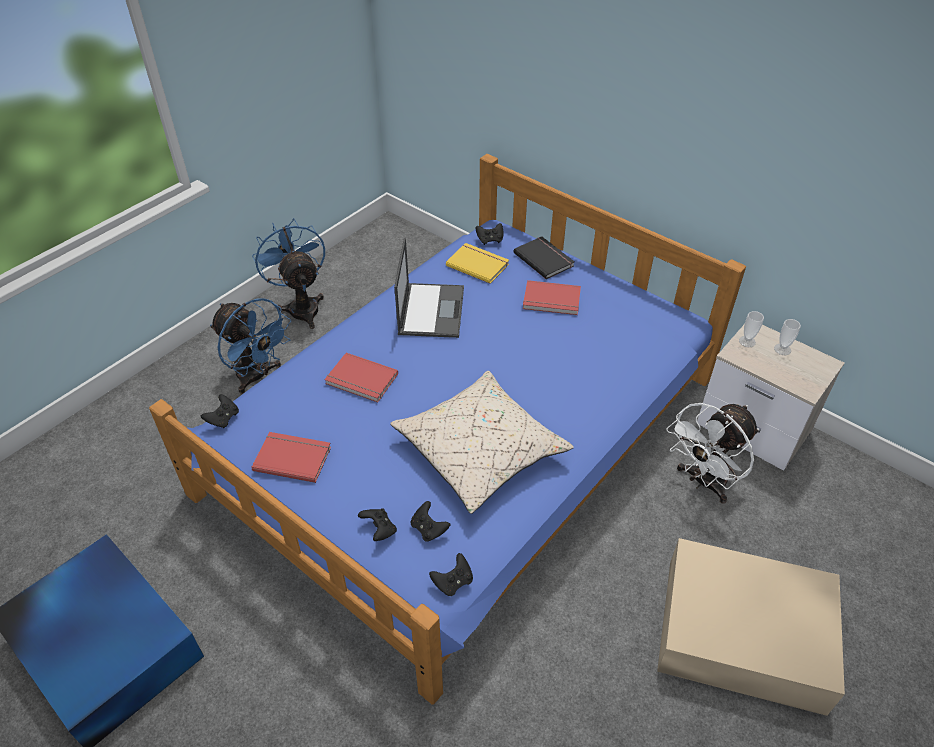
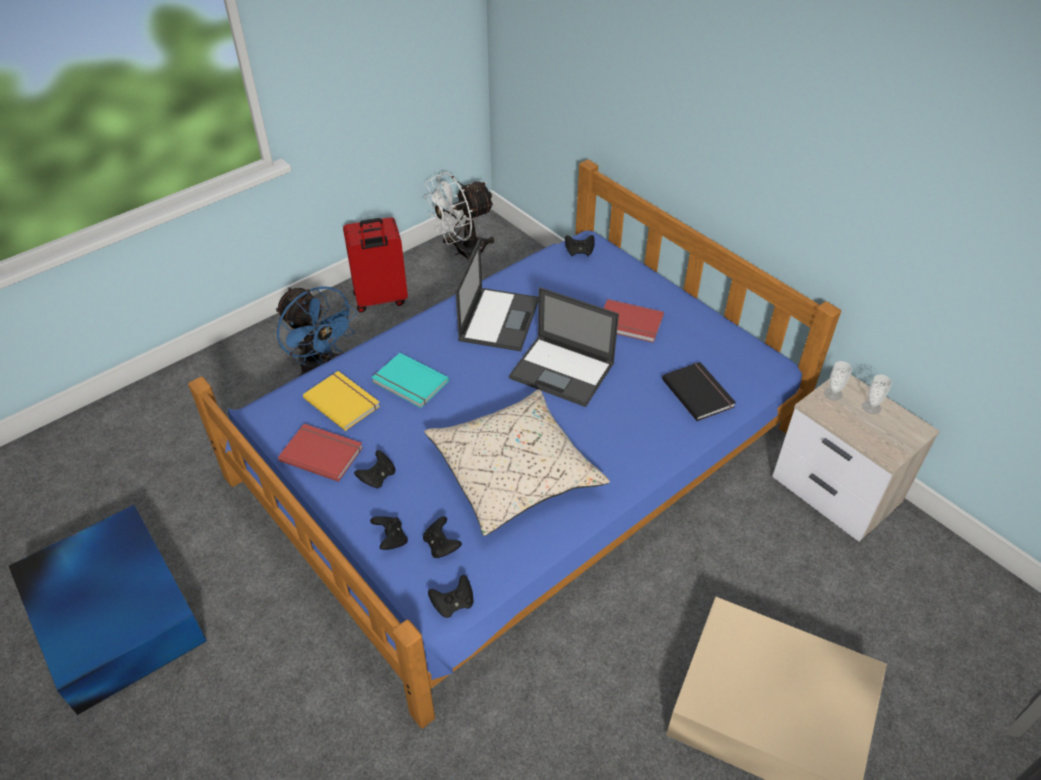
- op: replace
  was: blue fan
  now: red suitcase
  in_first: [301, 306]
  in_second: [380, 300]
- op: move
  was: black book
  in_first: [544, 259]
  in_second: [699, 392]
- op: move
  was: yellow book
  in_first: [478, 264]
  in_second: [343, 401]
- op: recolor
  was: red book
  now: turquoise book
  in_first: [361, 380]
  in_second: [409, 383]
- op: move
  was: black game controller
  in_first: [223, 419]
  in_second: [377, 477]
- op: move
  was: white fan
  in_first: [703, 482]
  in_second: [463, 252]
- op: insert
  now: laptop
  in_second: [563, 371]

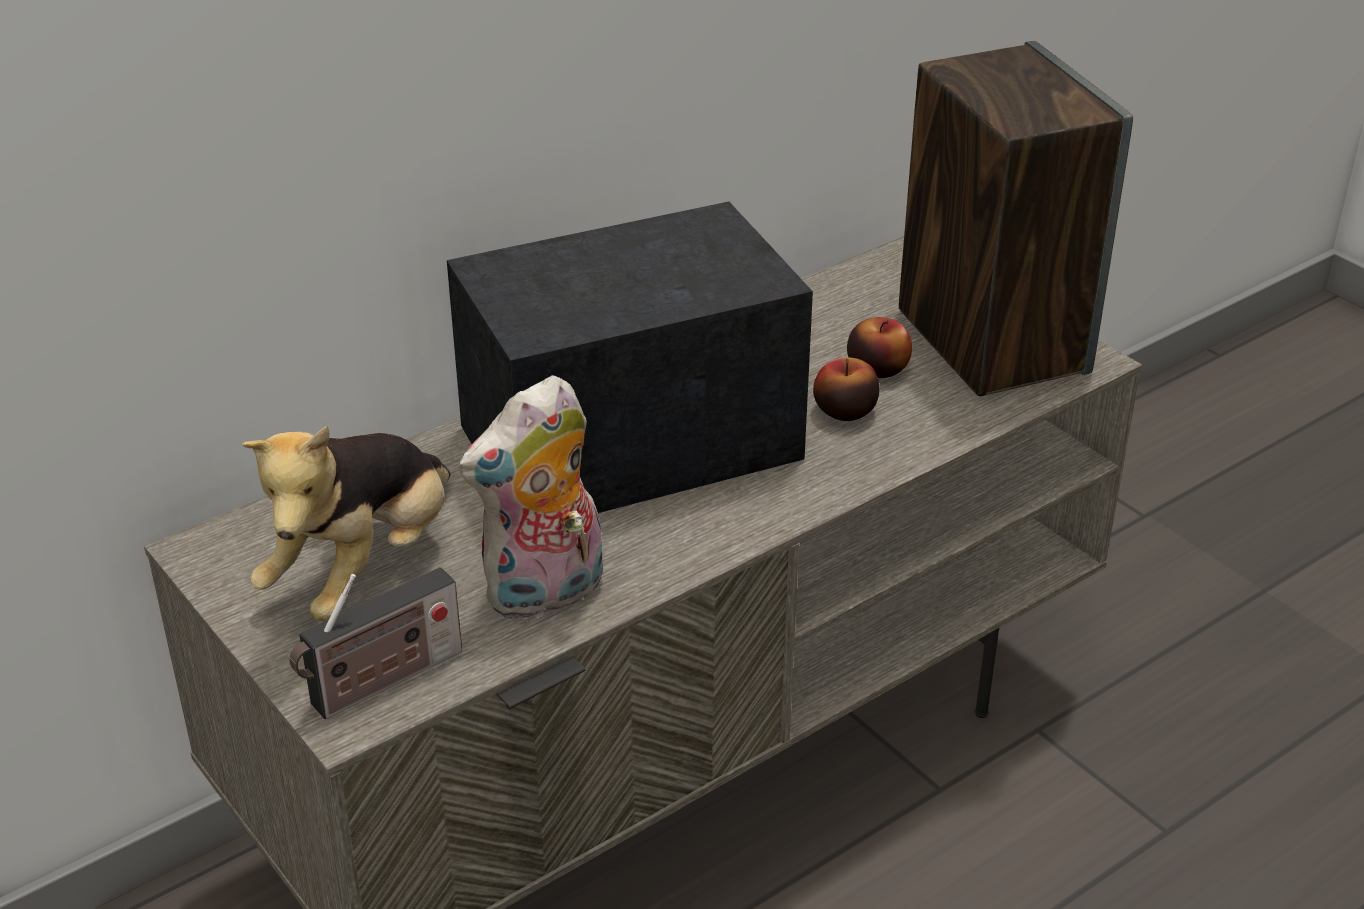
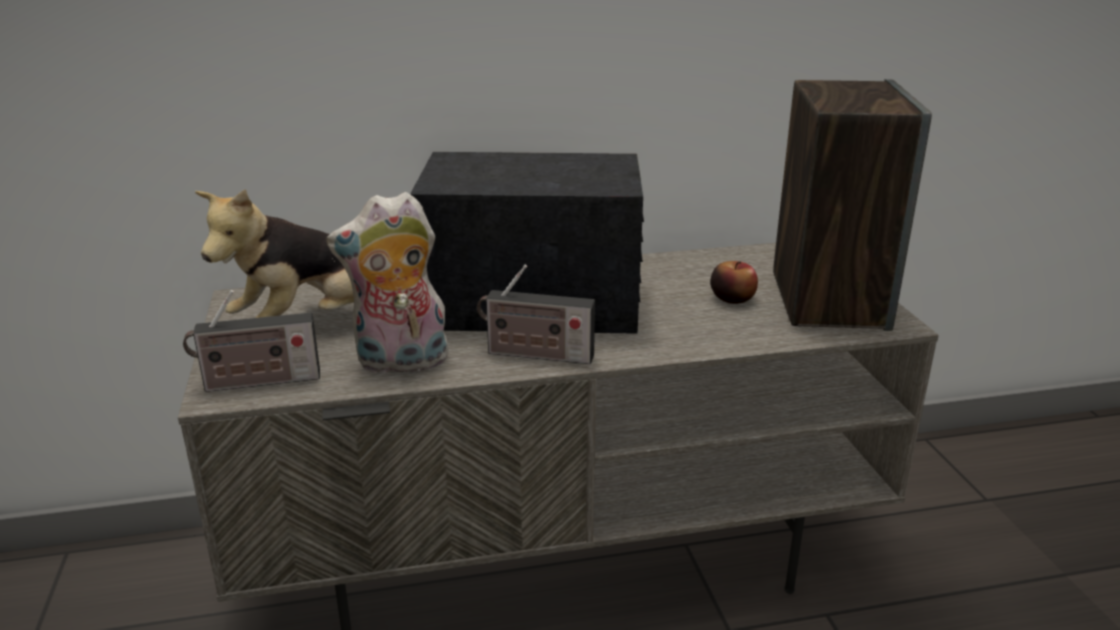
- op: delete
  was: apple
  in_first: [844, 411]
- op: insert
  now: radio
  in_second: [535, 355]

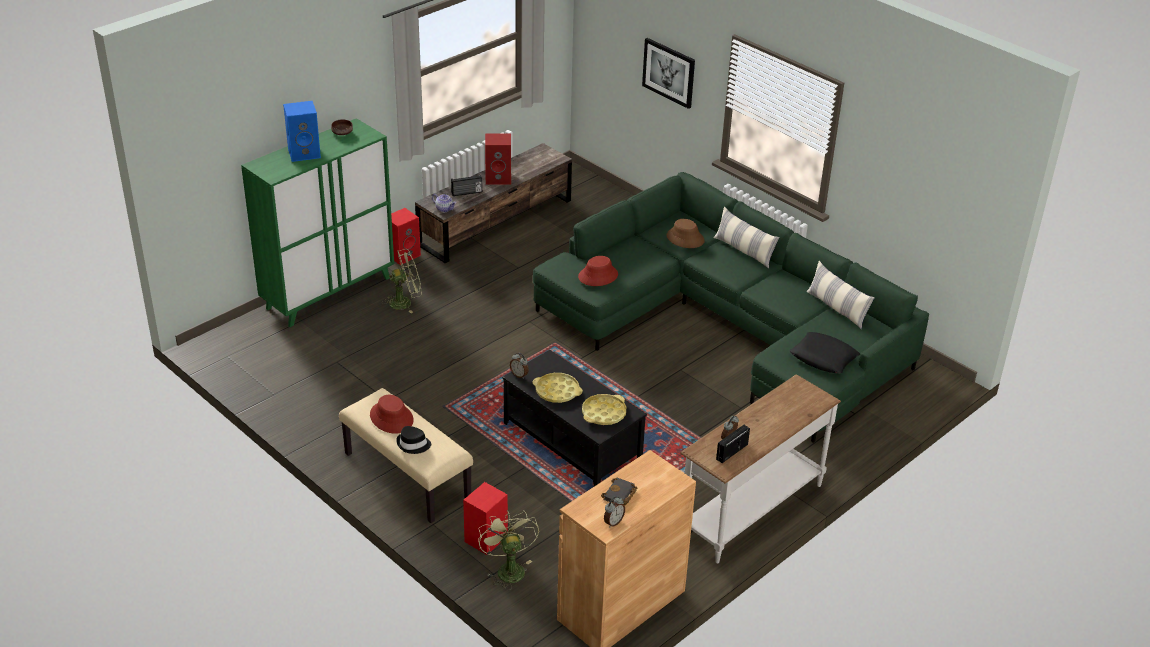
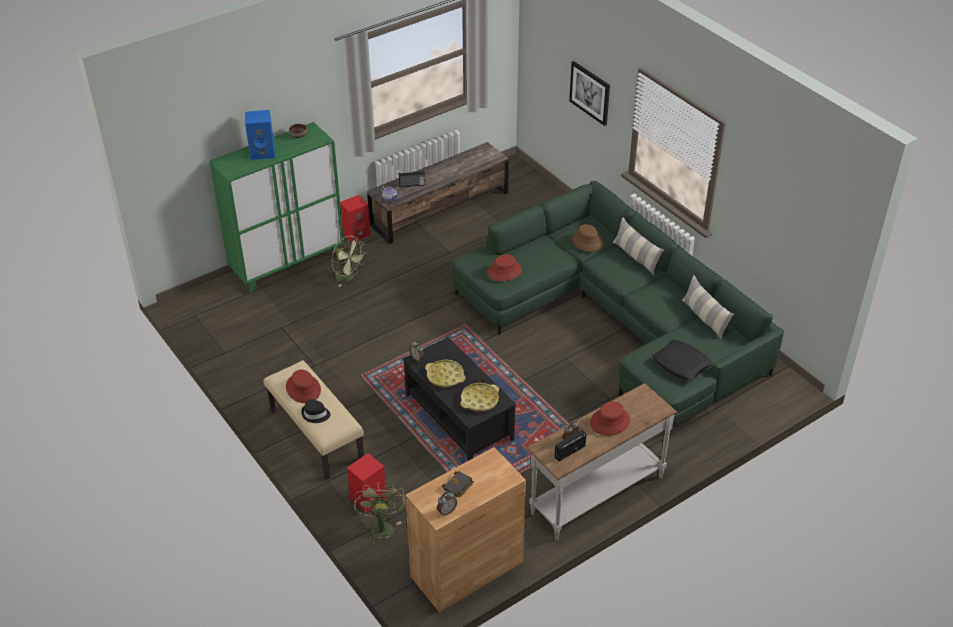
- op: delete
  was: red speaker
  in_first: [499, 178]
- op: rotate
  was: green fan
  in_first: [405, 302]
  in_second: [348, 277]
  clockwise: 45
- op: insert
  now: red hat
  in_second: [609, 421]

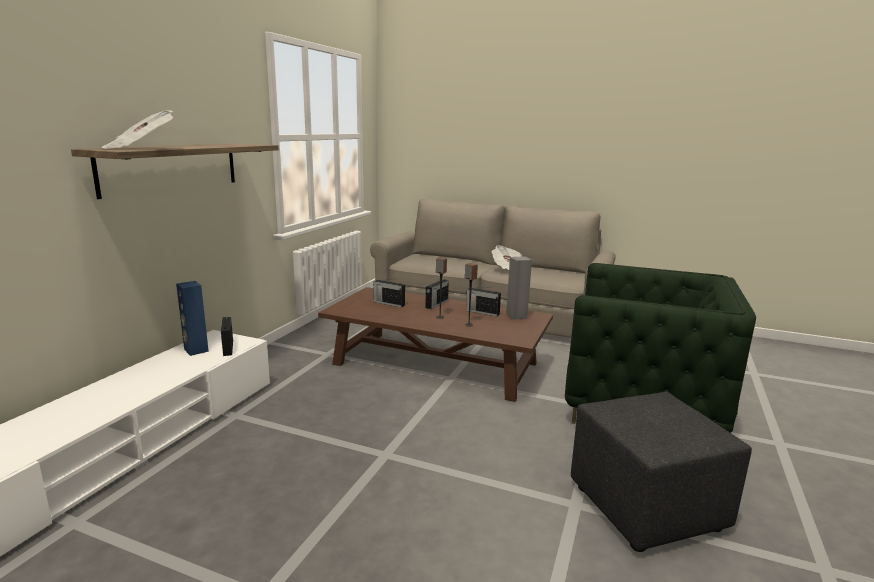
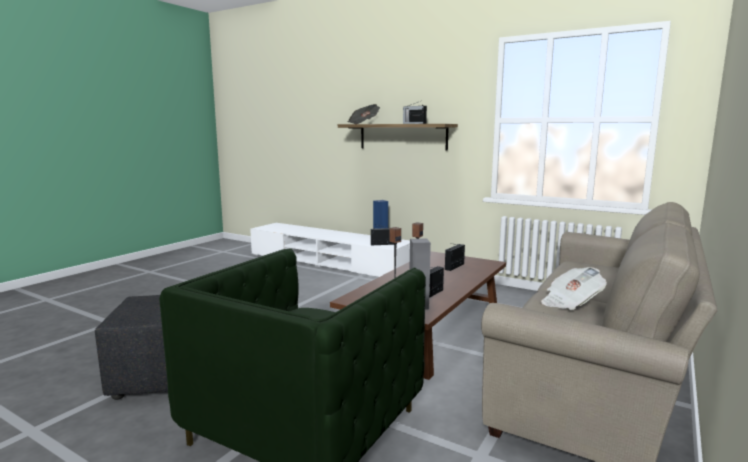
- op: move
  was: radio
  in_first: [436, 304]
  in_second: [414, 123]

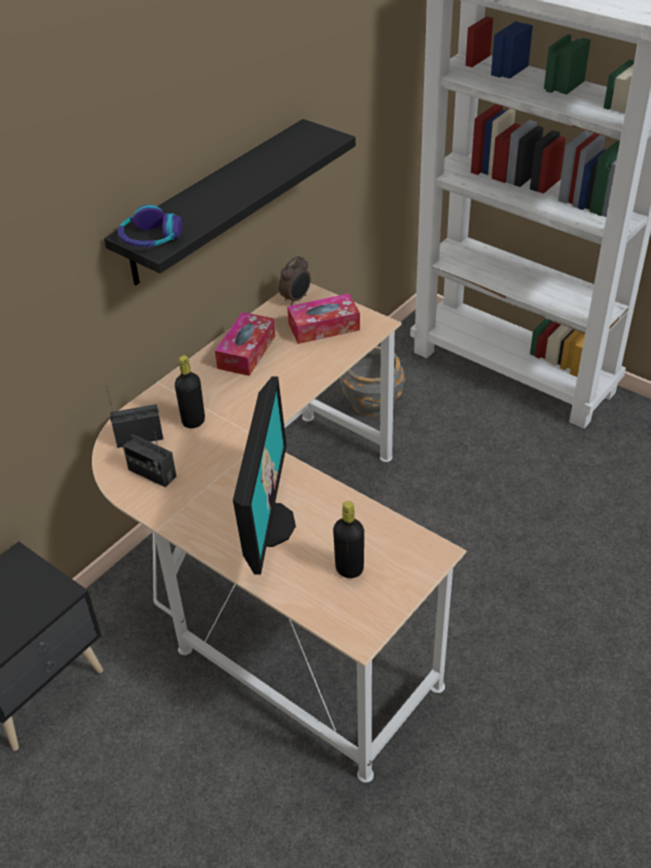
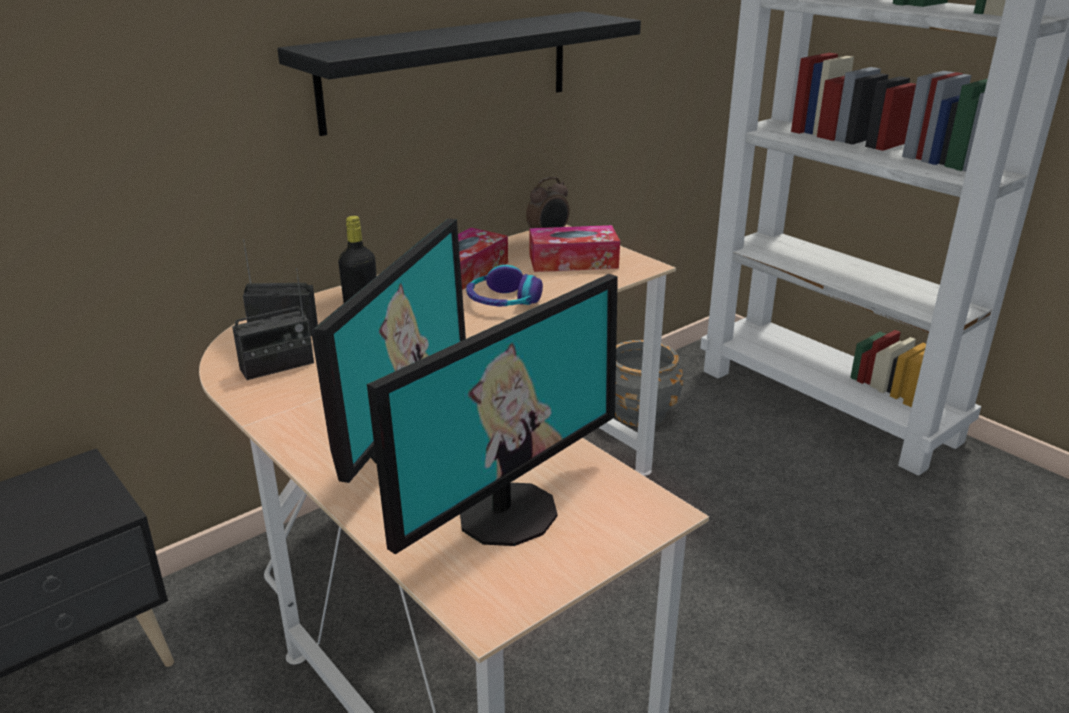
- op: move
  was: headphones
  in_first: [150, 238]
  in_second: [502, 301]
- op: rotate
  was: radio
  in_first: [152, 473]
  in_second: [277, 366]
  clockwise: -75
- op: replace
  was: black bottle
  now: monitor
  in_first: [349, 569]
  in_second: [506, 512]

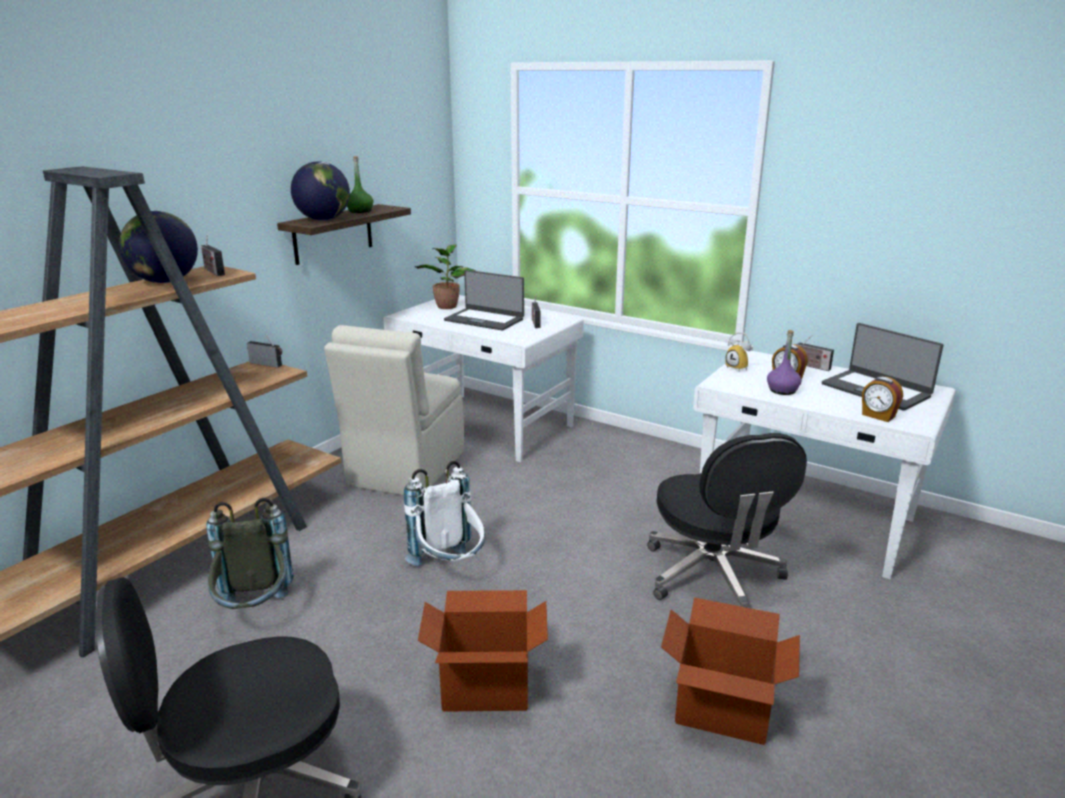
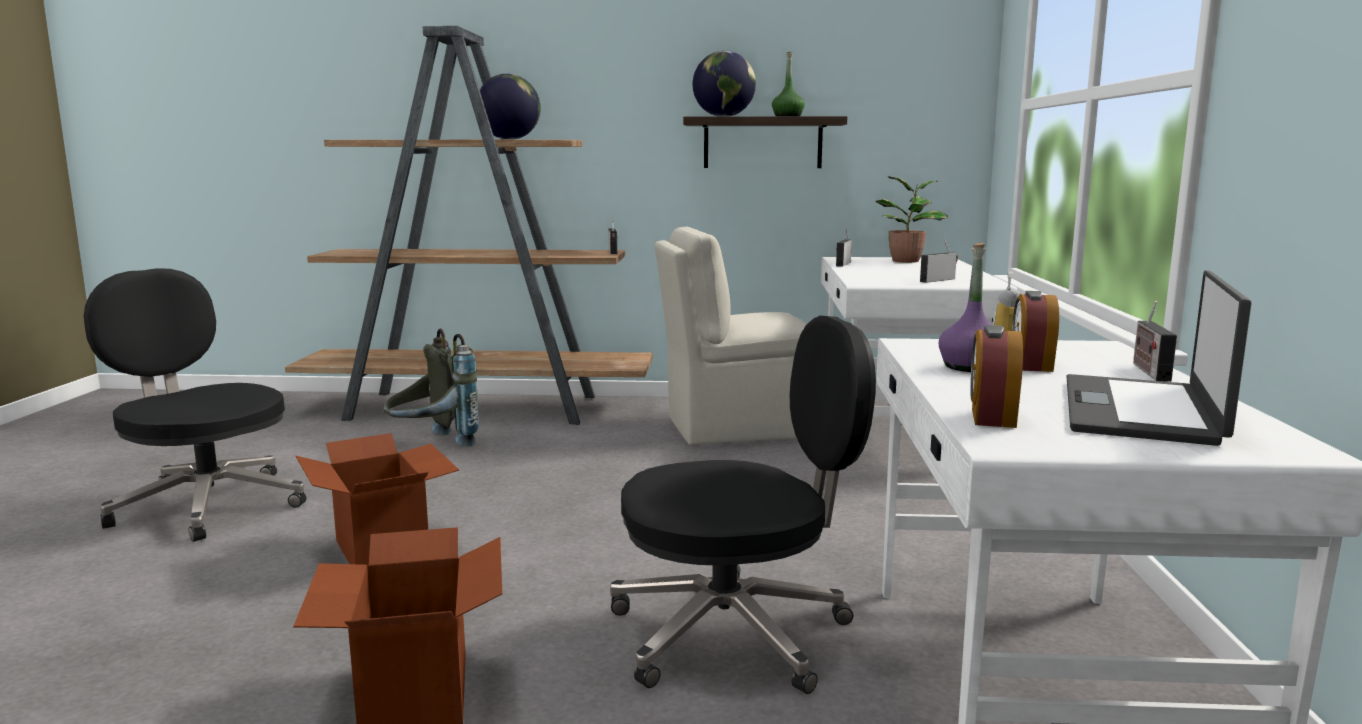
- op: move
  was: radio
  in_first: [213, 271]
  in_second: [843, 264]
- op: delete
  was: laptop
  in_first: [484, 319]
- op: rotate
  was: black office chair
  in_first: [713, 577]
  in_second: [735, 632]
  clockwise: -150
- op: delete
  was: white backpack
  in_first: [450, 569]

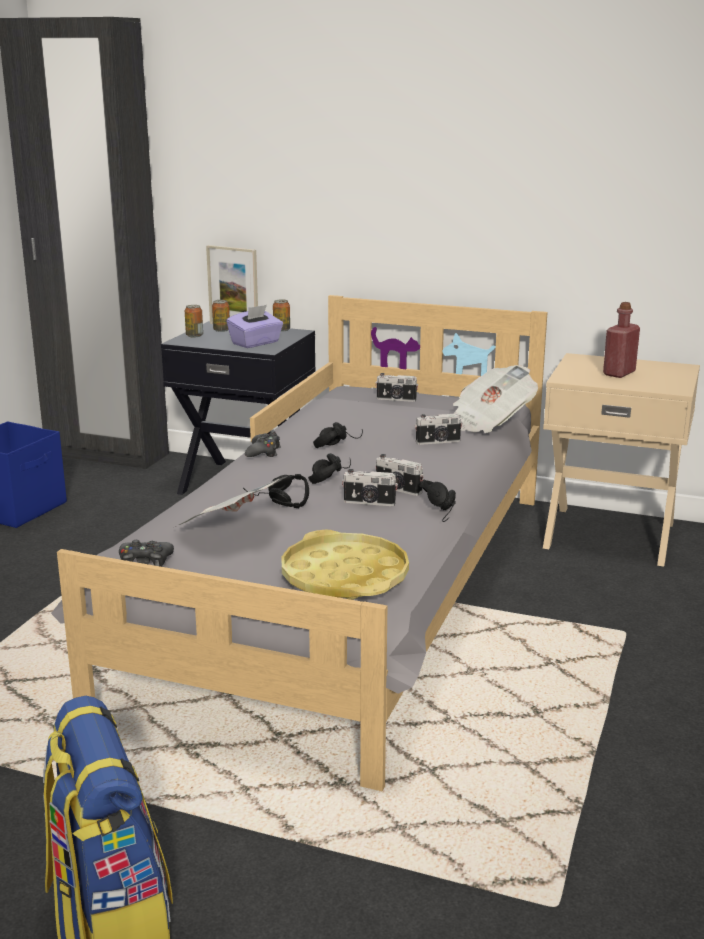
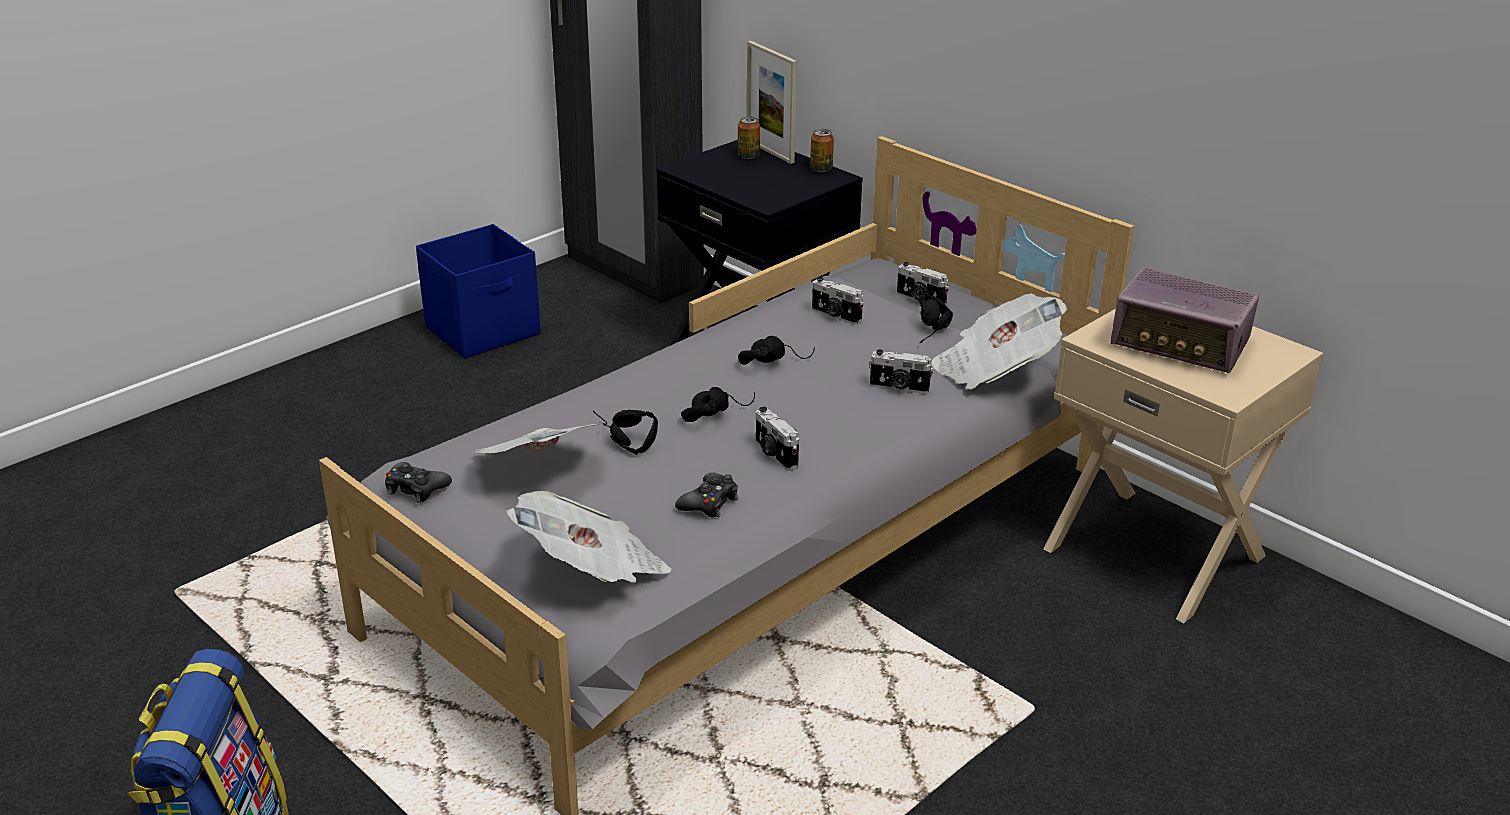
- op: replace
  was: red bottle
  now: radio
  in_first: [619, 373]
  in_second: [1180, 345]
- op: delete
  was: can
  in_first: [194, 336]
- op: delete
  was: purple tissue box
  in_first: [256, 343]
- op: move
  was: black game controller
  in_first: [263, 452]
  in_second: [709, 503]
- op: move
  was: photo camera
  in_first: [369, 503]
  in_second: [835, 316]
- op: move
  was: black headphones
  in_first: [444, 511]
  in_second: [935, 332]
- op: replace
  was: yellow tray
  now: newspaper
  in_first: [345, 577]
  in_second: [593, 571]

